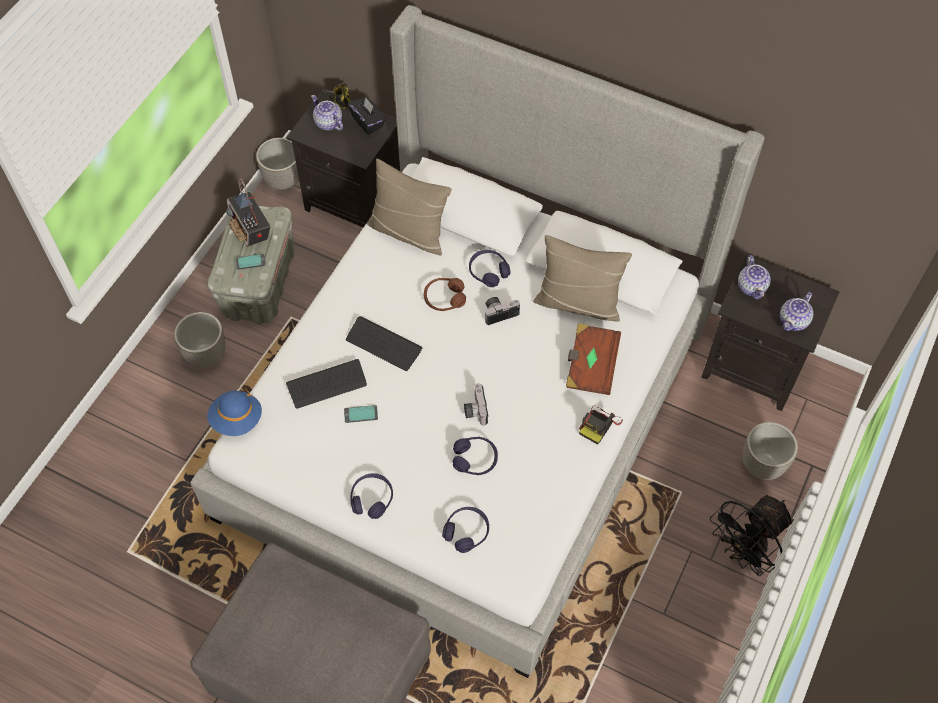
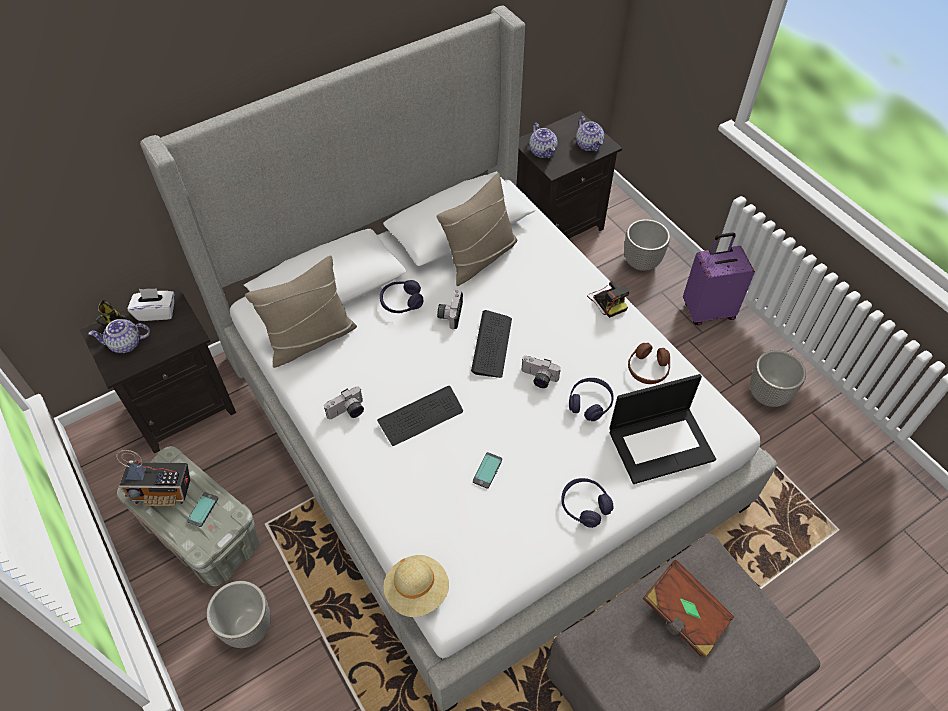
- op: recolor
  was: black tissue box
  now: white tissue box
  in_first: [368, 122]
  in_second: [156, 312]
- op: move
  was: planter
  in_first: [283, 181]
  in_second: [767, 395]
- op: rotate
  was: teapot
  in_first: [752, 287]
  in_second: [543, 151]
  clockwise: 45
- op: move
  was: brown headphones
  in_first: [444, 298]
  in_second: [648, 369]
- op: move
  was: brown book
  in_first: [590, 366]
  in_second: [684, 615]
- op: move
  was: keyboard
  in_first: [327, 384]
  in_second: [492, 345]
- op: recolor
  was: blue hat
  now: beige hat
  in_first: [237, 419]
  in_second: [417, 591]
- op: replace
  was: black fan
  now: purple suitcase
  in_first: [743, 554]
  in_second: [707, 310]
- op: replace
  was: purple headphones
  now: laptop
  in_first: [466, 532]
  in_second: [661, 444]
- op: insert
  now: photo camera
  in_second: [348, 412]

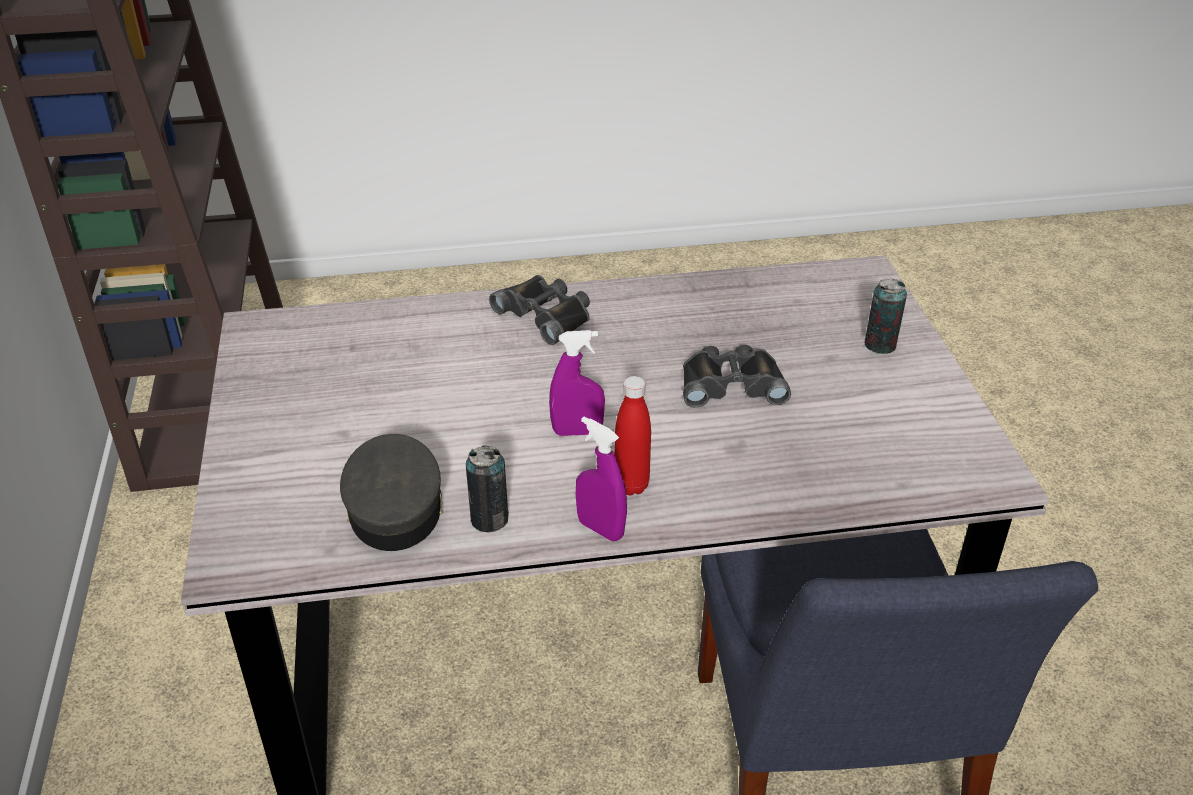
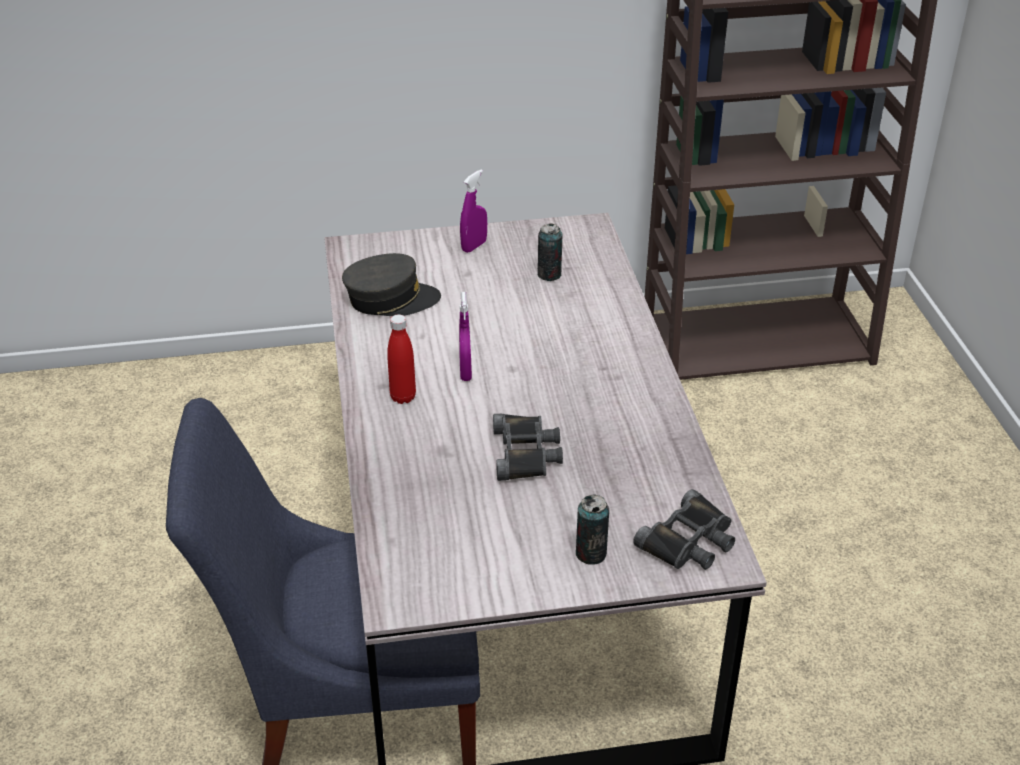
- op: move
  was: black binoculars
  in_first: [546, 315]
  in_second: [689, 541]
- op: move
  was: purple spray bottle
  in_first: [600, 529]
  in_second: [474, 246]
- op: move
  was: can
  in_first: [489, 519]
  in_second: [549, 275]

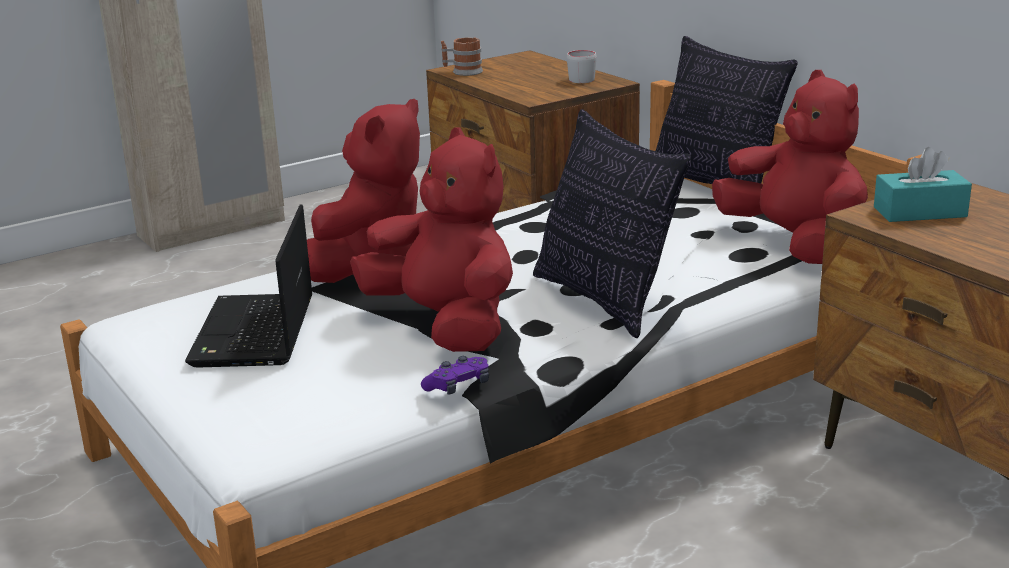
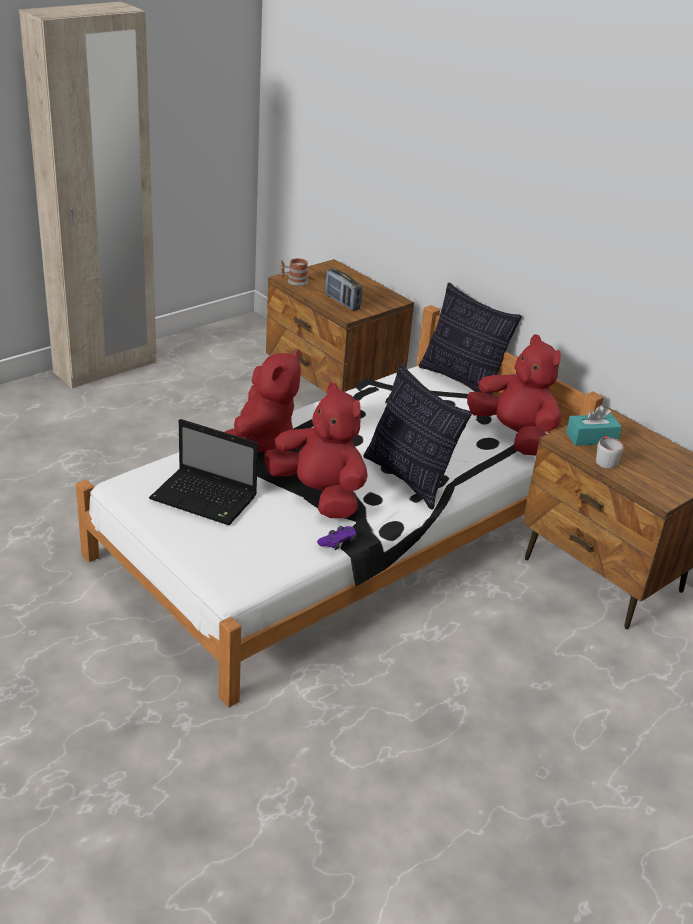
- op: move
  was: grey mug
  in_first: [581, 78]
  in_second: [604, 459]
- op: rotate
  was: laptop
  in_first: [255, 334]
  in_second: [206, 498]
  clockwise: -60
- op: insert
  now: radio
  in_second: [342, 302]

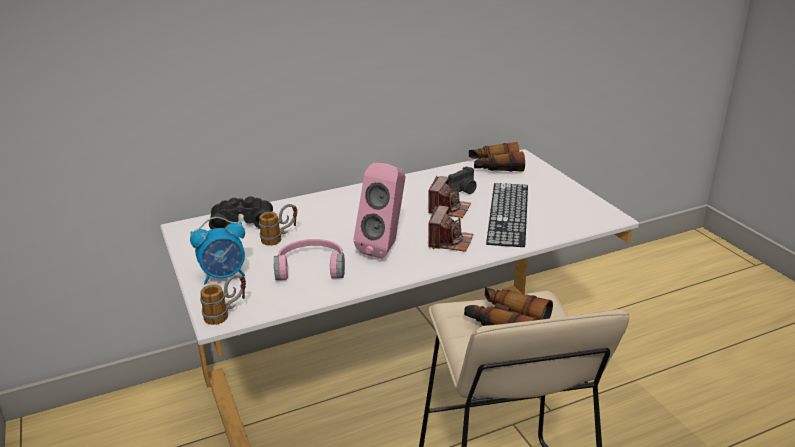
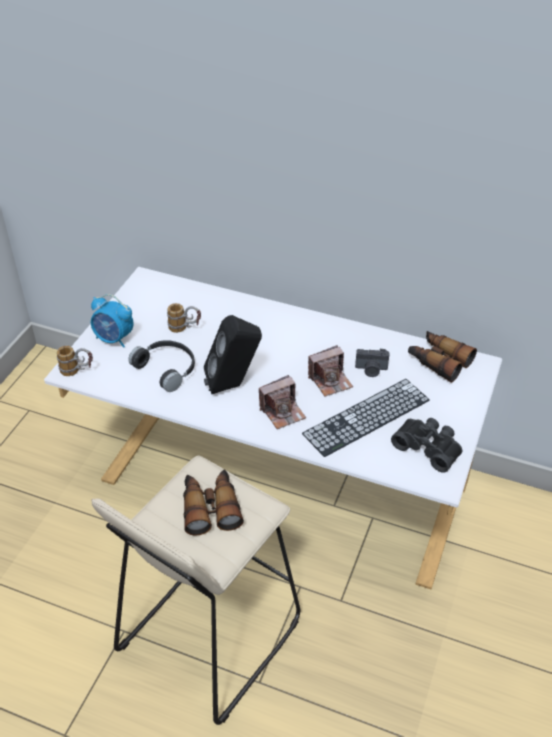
- op: recolor
  was: pink speaker
  now: black speaker
  in_first: [385, 247]
  in_second: [233, 385]
- op: move
  was: black binoculars
  in_first: [243, 221]
  in_second: [428, 447]
- op: recolor
  was: pink headphones
  now: black headphones
  in_first: [311, 267]
  in_second: [167, 368]

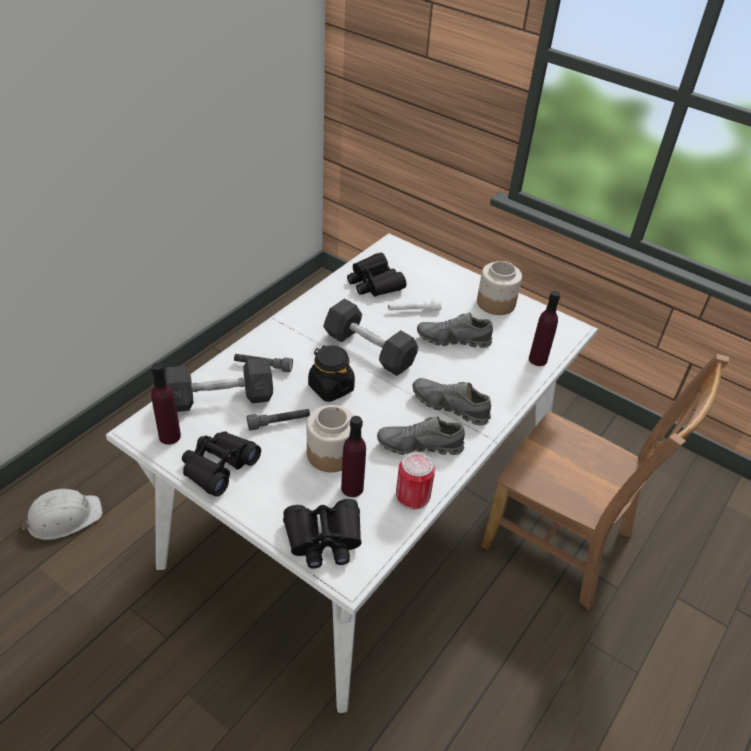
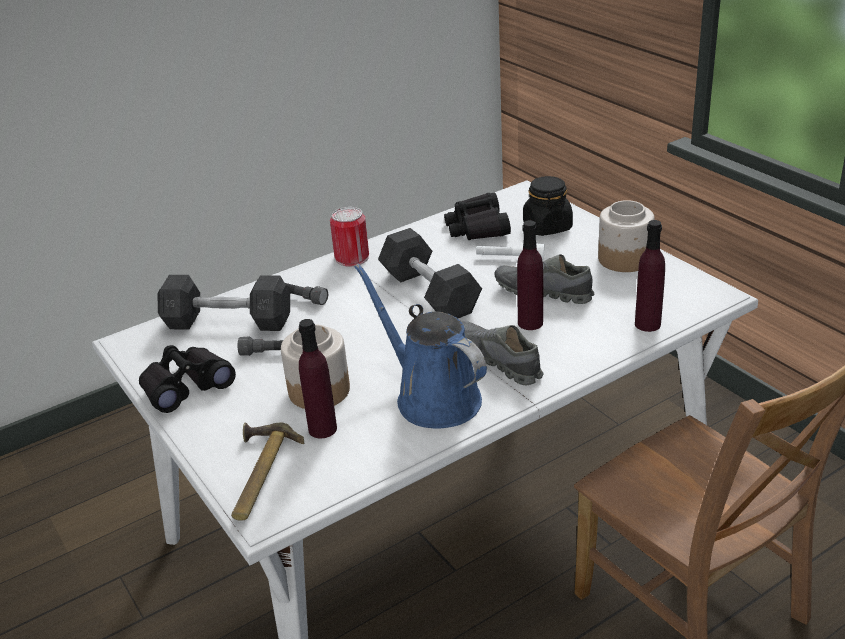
- op: move
  was: black jar
  in_first: [331, 388]
  in_second: [547, 227]
- op: move
  was: purple bottle
  in_first: [170, 436]
  in_second: [530, 323]
- op: replace
  was: grey shoe
  now: blue watering can
  in_first: [419, 446]
  in_second: [432, 397]
- op: move
  was: can
  in_first: [413, 495]
  in_second: [352, 258]
- op: delete
  was: white hard hat
  in_first: [64, 517]
- op: replace
  was: black binoculars
  now: hammer
  in_first: [324, 539]
  in_second: [257, 475]

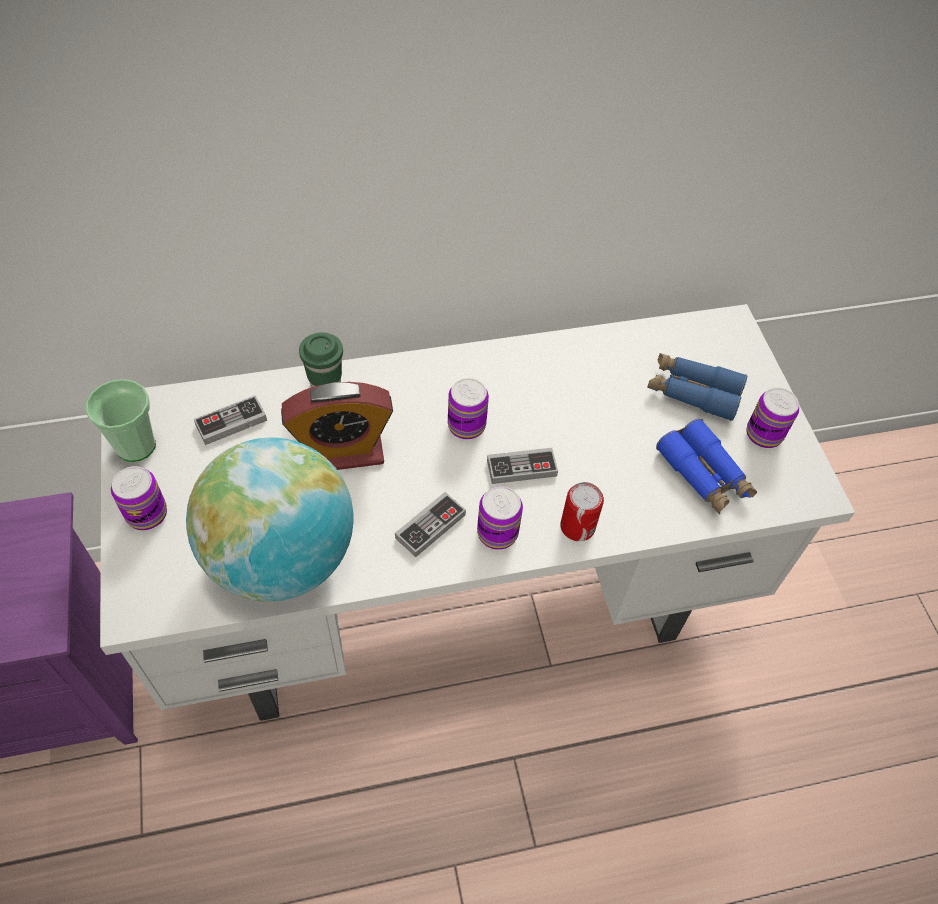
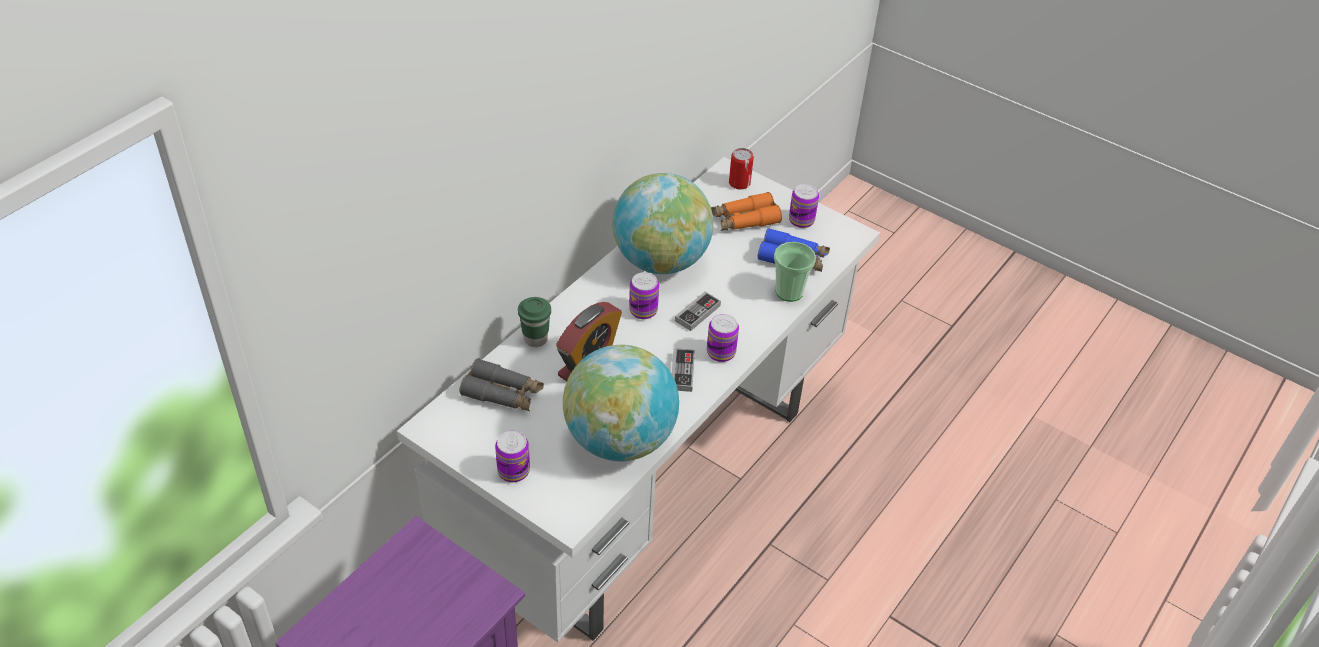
- op: recolor
  was: blue binoculars
  now: orange binoculars
  in_first: [693, 392]
  in_second: [744, 220]
- op: move
  was: cup
  in_first: [136, 446]
  in_second: [789, 292]
- op: replace
  was: game controller
  now: grey binoculars
  in_first: [231, 422]
  in_second: [503, 393]
- op: move
  was: can
  in_first: [577, 527]
  in_second: [739, 183]
- op: insert
  now: globe
  in_second: [660, 260]

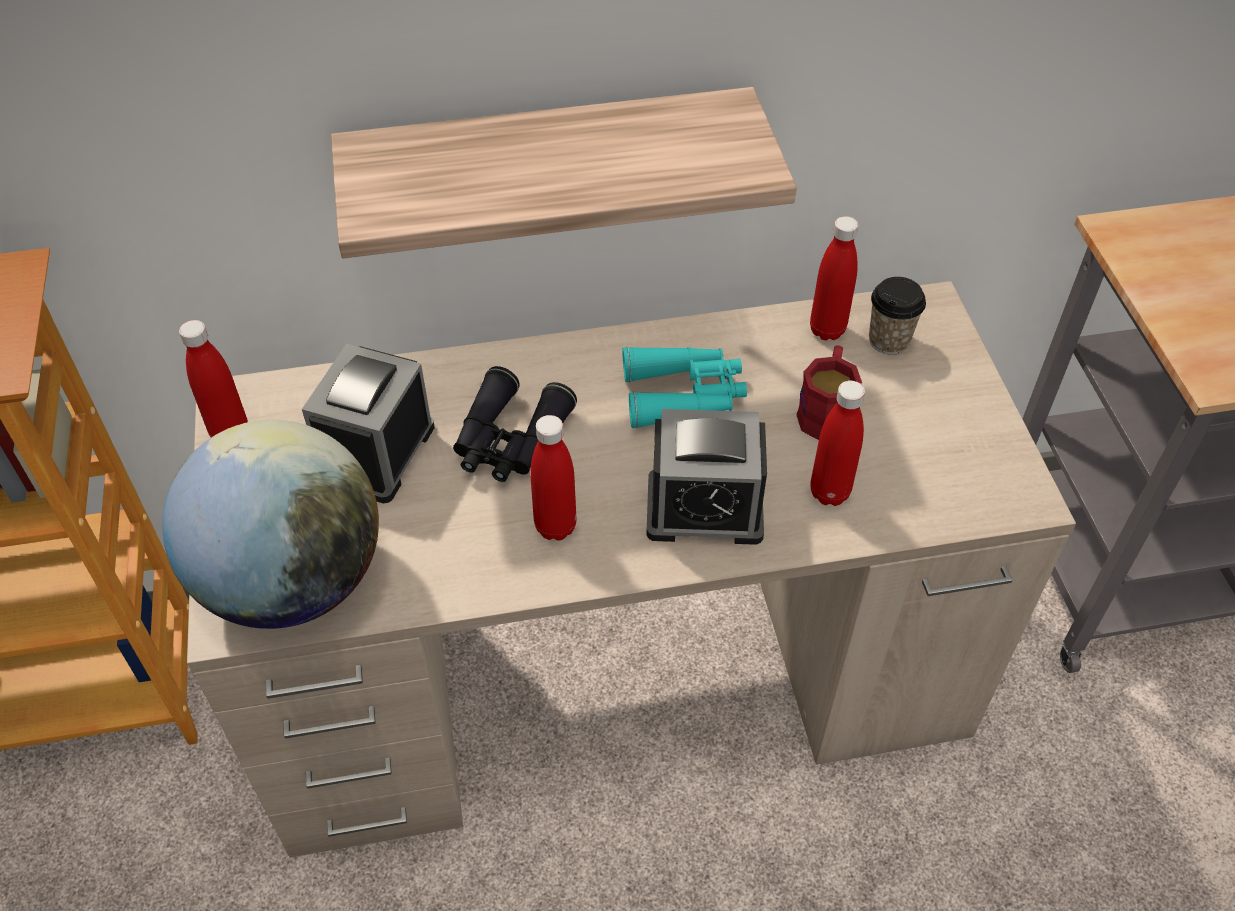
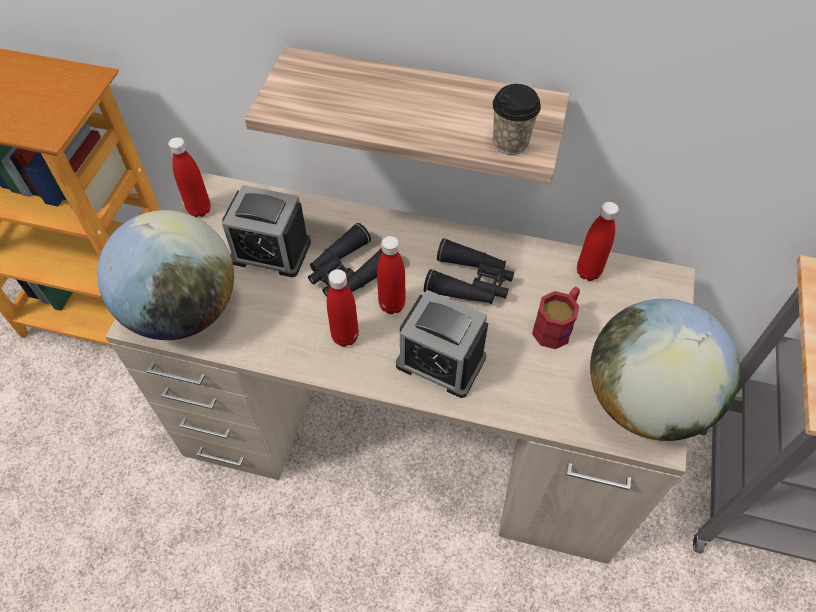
- op: move
  was: cup
  in_first: [888, 340]
  in_second: [510, 143]
- op: rotate
  was: alarm clock
  in_first: [377, 453]
  in_second: [271, 251]
  clockwise: -120
- op: recolor
  was: turquoise binoculars
  now: black binoculars
  in_first: [684, 395]
  in_second: [470, 282]
- op: move
  was: red bottle
  in_first: [829, 492]
  in_second: [392, 305]
- op: insert
  now: globe
  in_second: [644, 401]

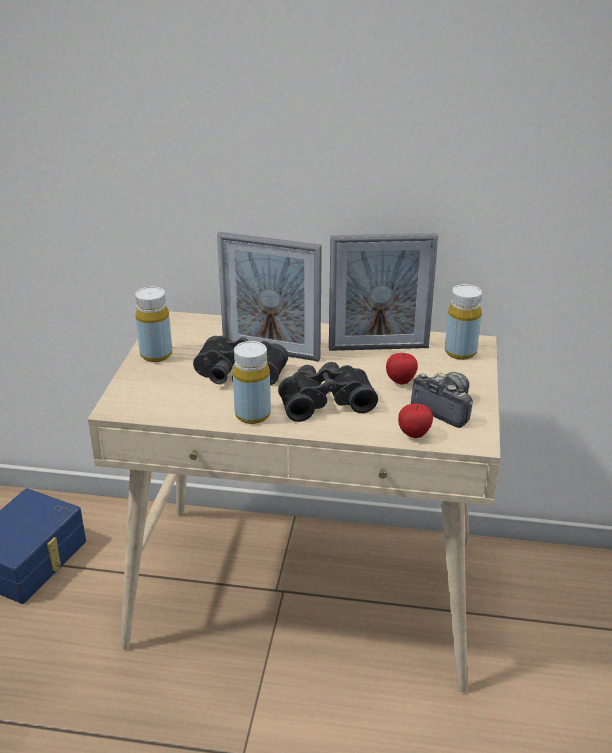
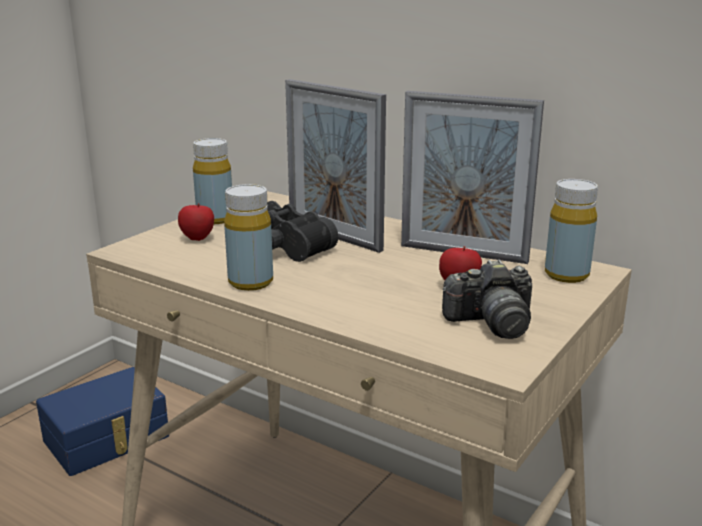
- op: delete
  was: black binoculars
  in_first: [325, 401]
- op: rotate
  was: photo camera
  in_first: [444, 408]
  in_second: [491, 323]
  clockwise: 105
- op: move
  was: apple
  in_first: [414, 434]
  in_second: [198, 239]

